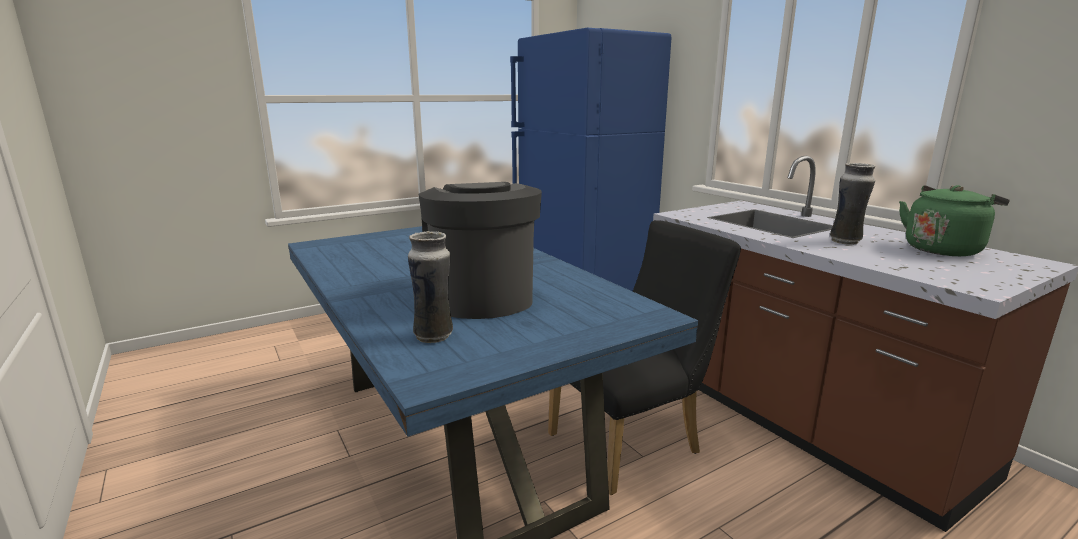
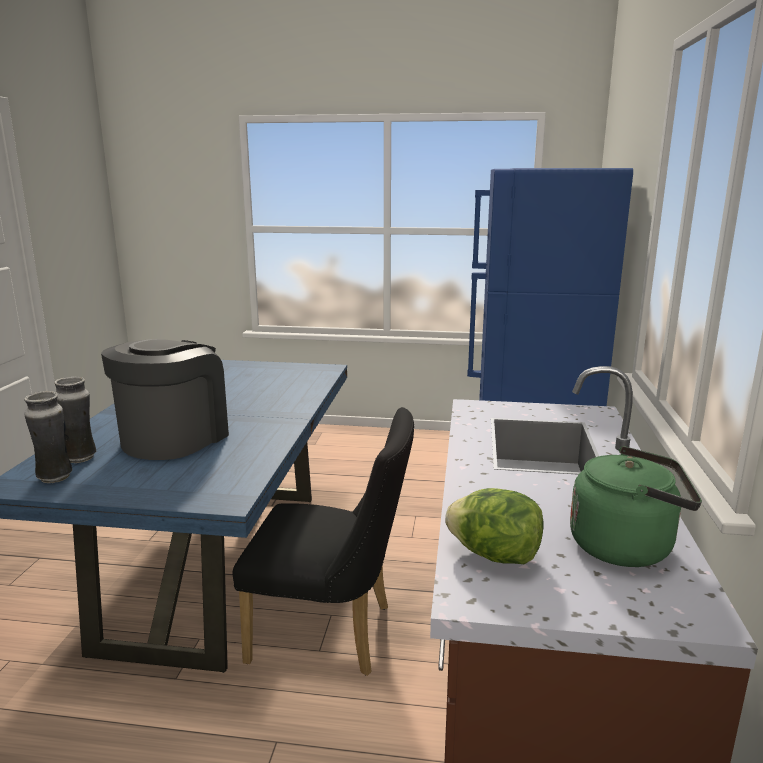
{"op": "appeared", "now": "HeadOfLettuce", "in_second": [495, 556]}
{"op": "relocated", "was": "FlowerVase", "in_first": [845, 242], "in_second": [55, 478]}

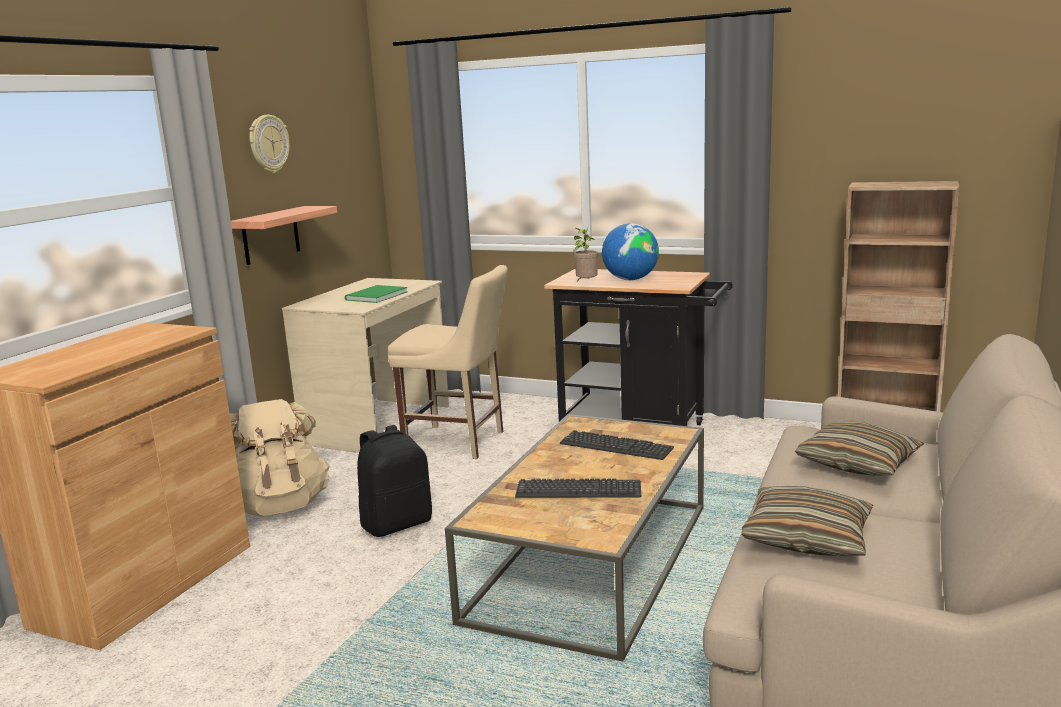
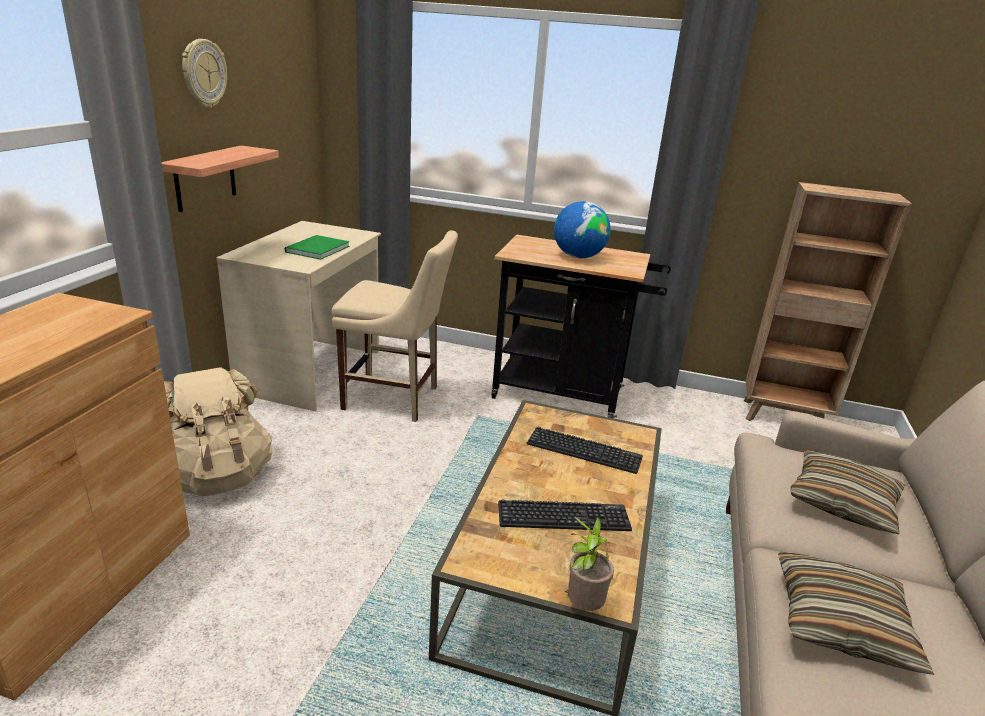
{"op": "missing", "was": "BlackBackpack", "in_first": [397, 524]}
{"op": "relocated", "was": "Houseplant", "in_first": [586, 284], "in_second": [582, 606]}

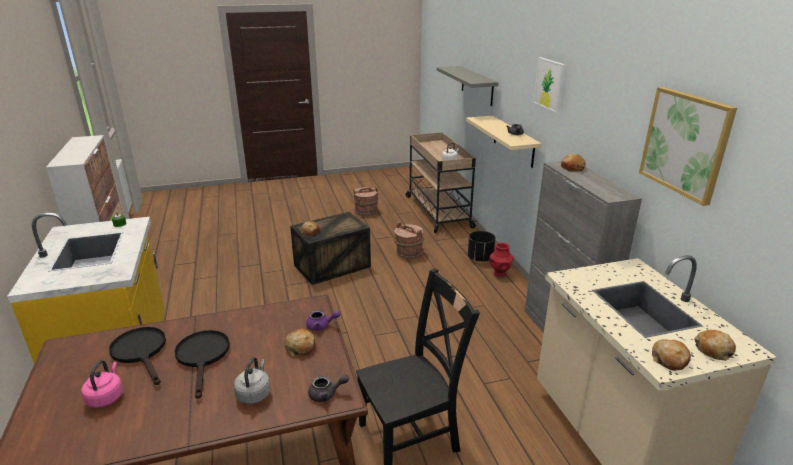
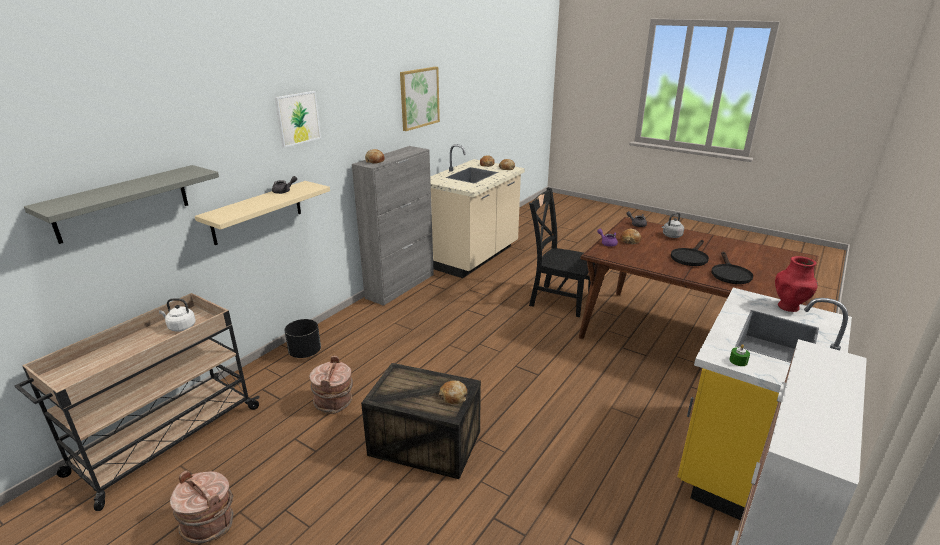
{"op": "missing", "was": "PinkishTeaKettle", "in_first": [106, 397]}
{"op": "relocated", "was": "RedColouredFlowerVase", "in_first": [499, 274], "in_second": [789, 307]}

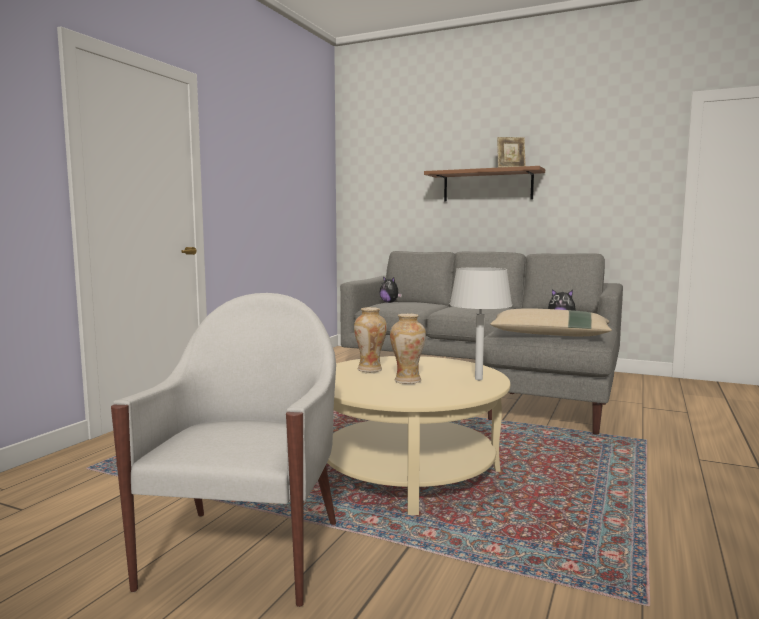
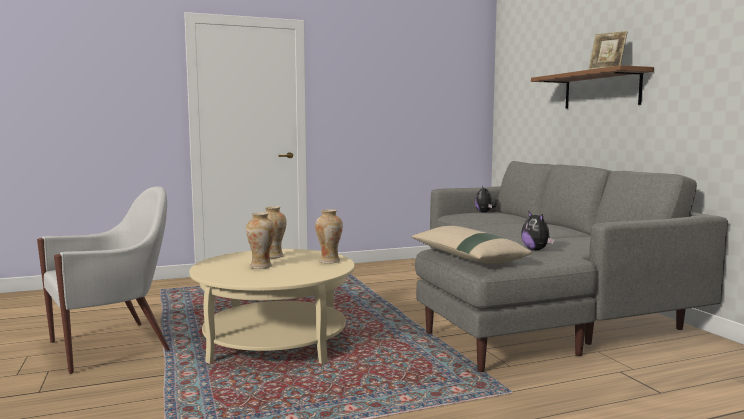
{"op": "missing", "was": "GrayTableLamp", "in_first": [478, 379]}
{"op": "appeared", "now": "FlowerVase", "in_second": [329, 261]}

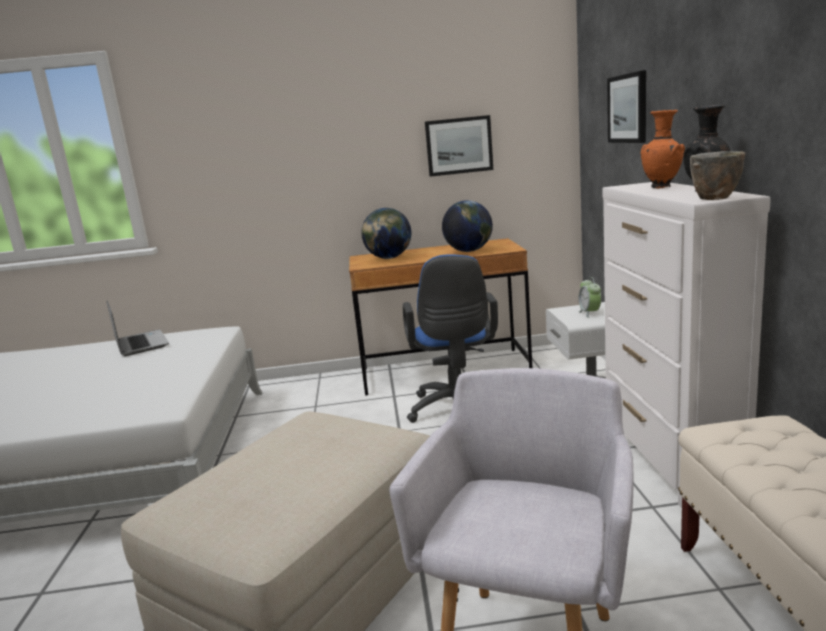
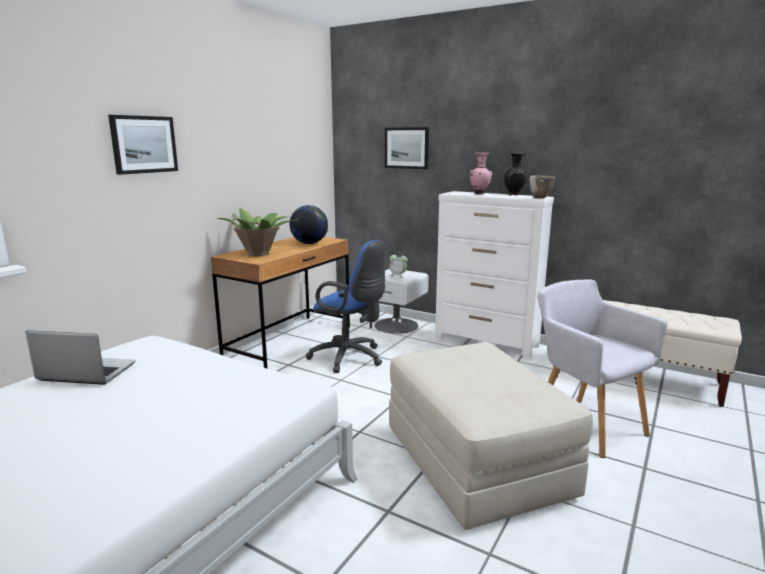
{"op": "relocated", "was": "WallPicture", "in_first": [459, 146], "in_second": [144, 144]}
{"op": "exchanged", "was": "Globe", "now": "Houseplant", "in_first": [389, 258], "in_second": [259, 254]}
{"op": "colour", "was": "OrangeFlowerVase", "now": "PinkishFlowerVase", "in_first": [662, 187], "in_second": [479, 194]}

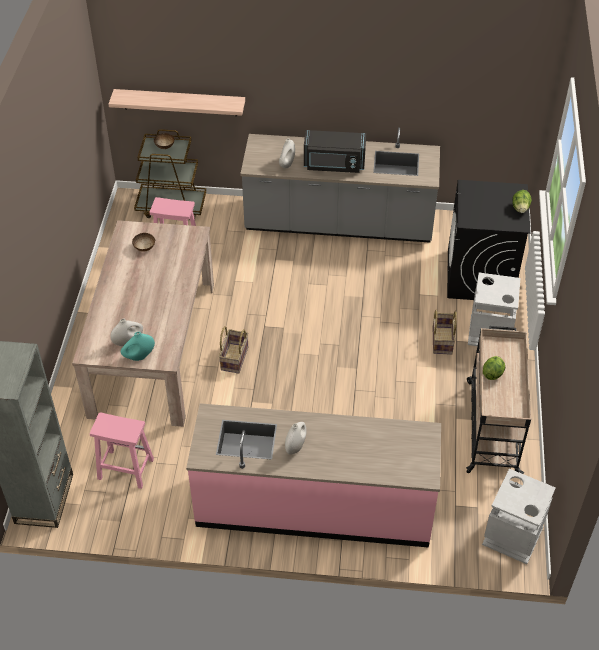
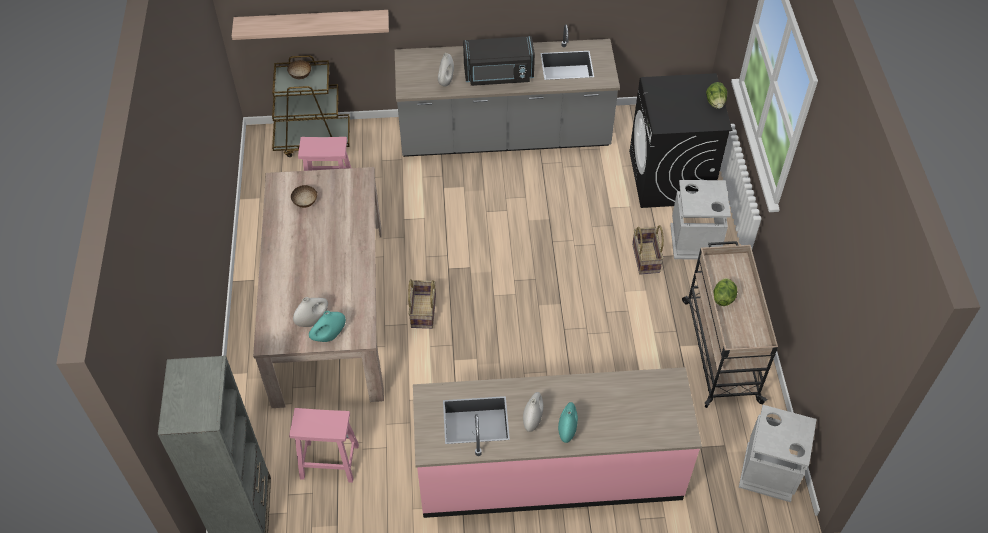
{"op": "appeared", "now": "TurquoiseFlowerVase", "in_second": [567, 430]}

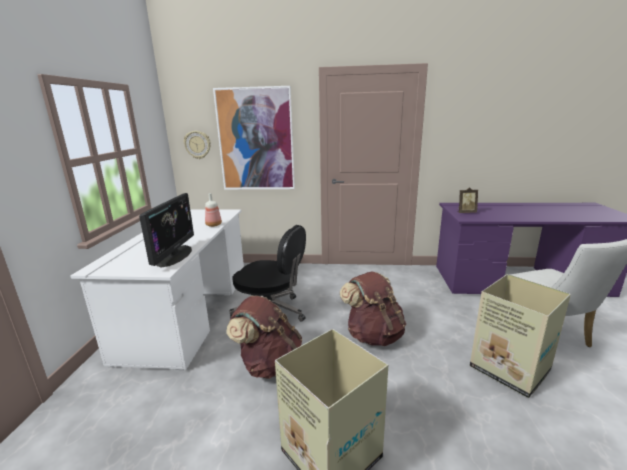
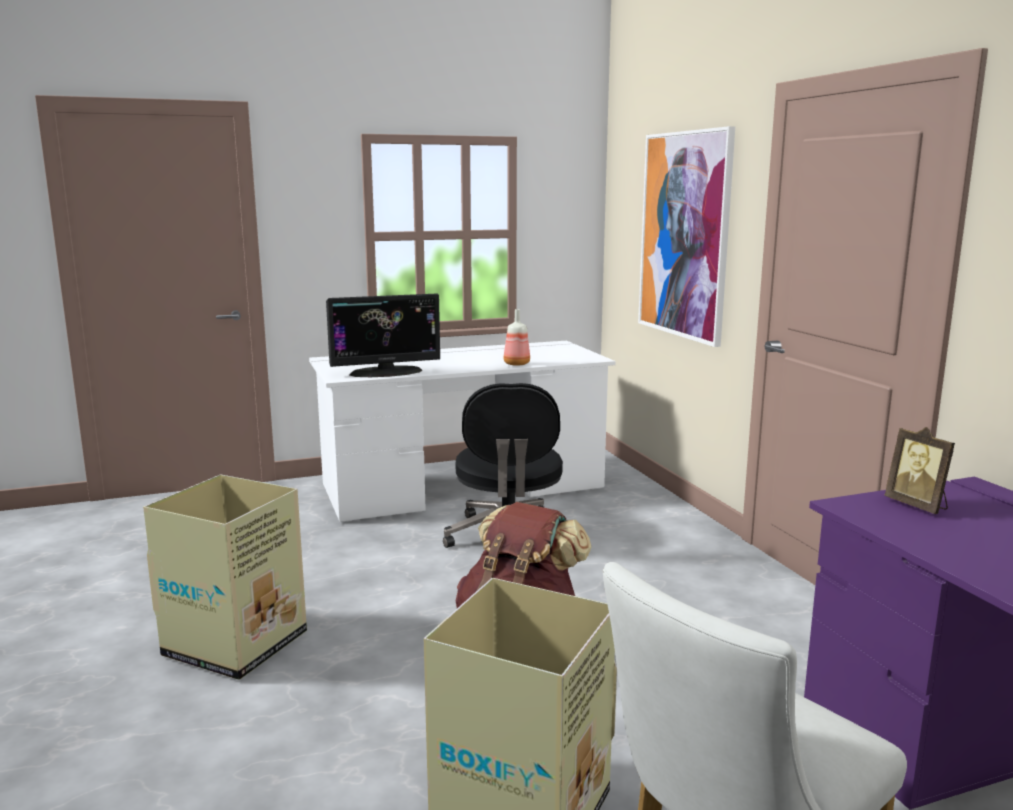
{"op": "missing", "was": "ClockOnTheWall", "in_first": [197, 144]}
{"op": "missing", "was": "BrownBackpack", "in_first": [268, 364]}

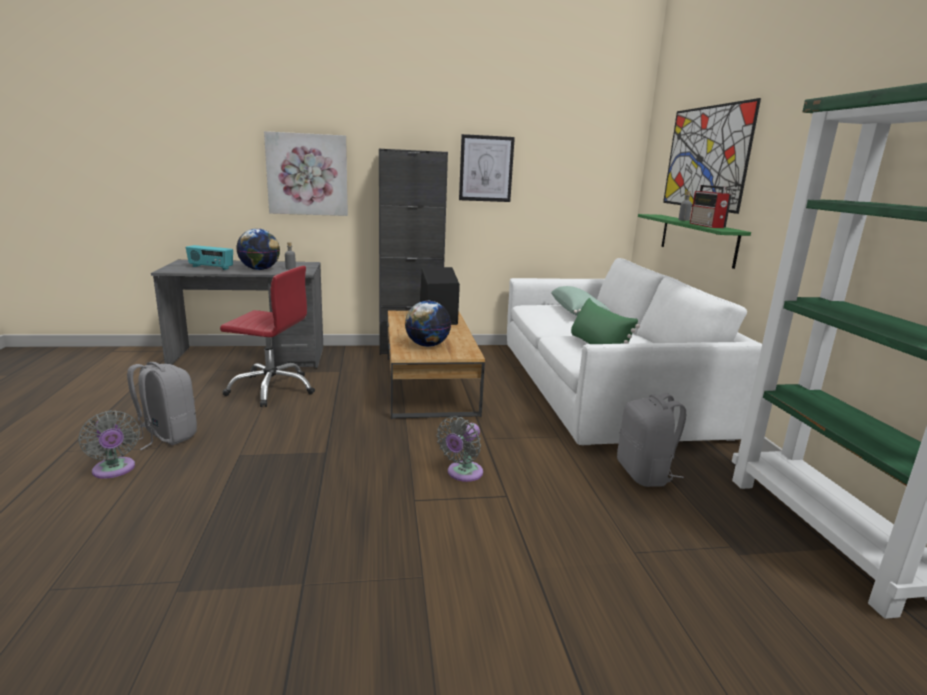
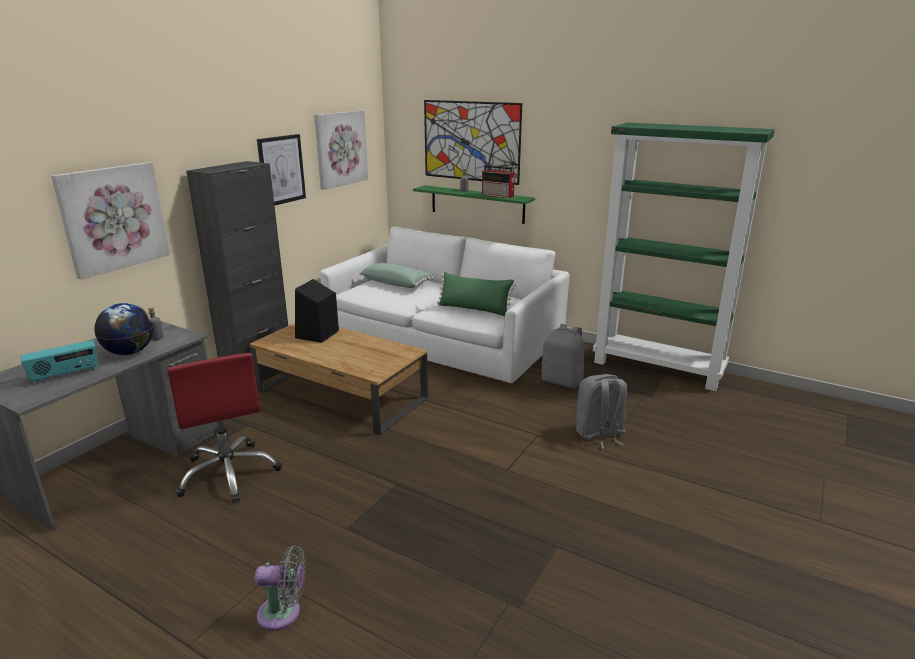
{"op": "missing", "was": "Globe", "in_first": [427, 345]}
{"op": "missing", "was": "GrayElectricFan", "in_first": [462, 473]}
{"op": "appeared", "now": "WallPicture", "in_second": [340, 149]}
{"op": "relocated", "was": "GrayBackpack", "in_first": [166, 436], "in_second": [599, 434]}
{"op": "spun", "was": "RedColouredOfficeChair", "in_first": [272, 389], "in_second": [229, 473], "clockwise": 105}

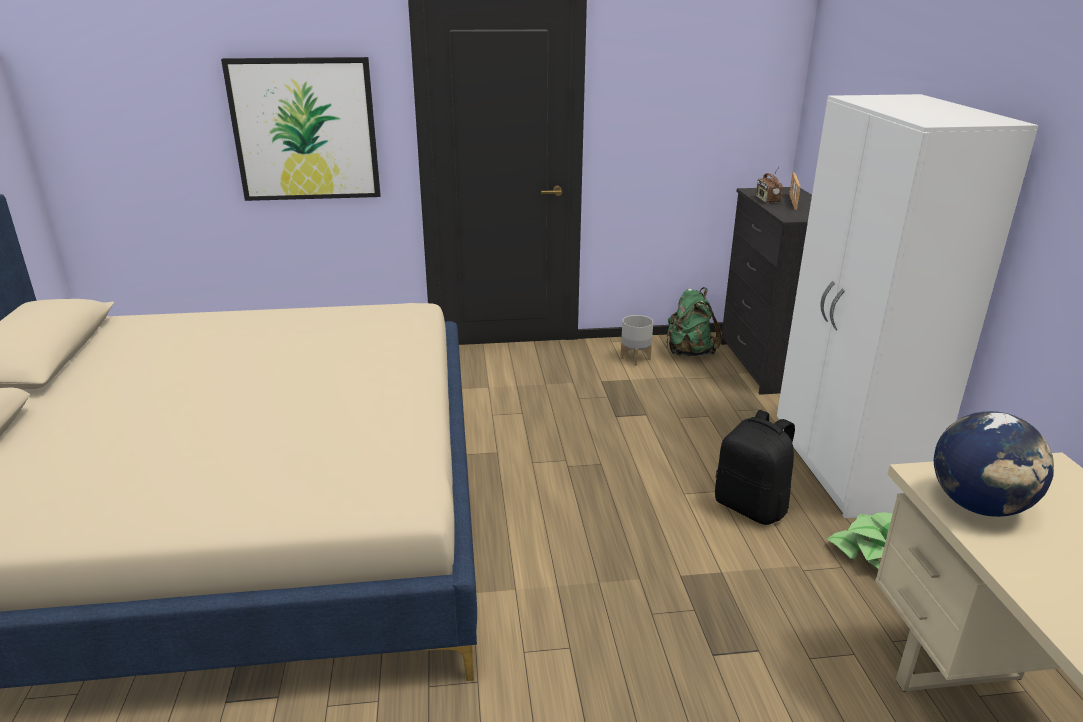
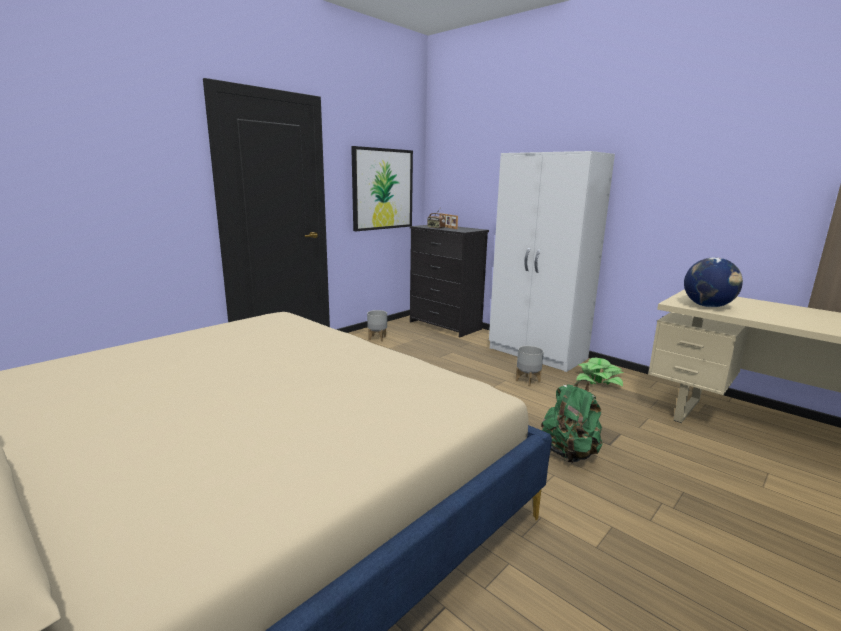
{"op": "relocated", "was": "WallPicture", "in_first": [305, 130], "in_second": [382, 189]}
{"op": "relocated", "was": "GreenishBackpack", "in_first": [689, 353], "in_second": [569, 453]}
{"op": "exchanged", "was": "BlackBackpack", "now": "GrayFlowerPot", "in_first": [751, 507], "in_second": [528, 381]}

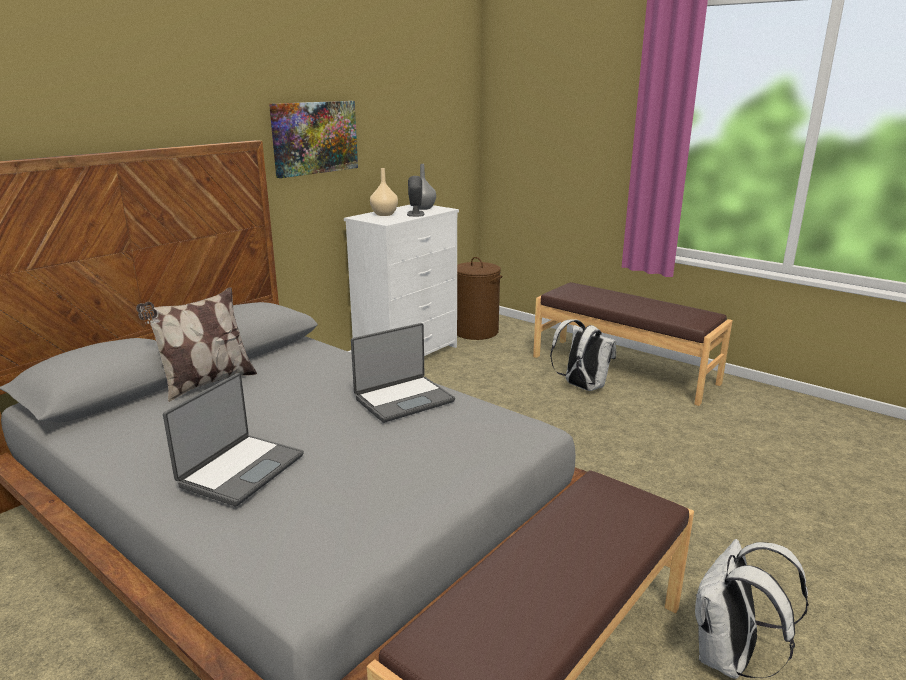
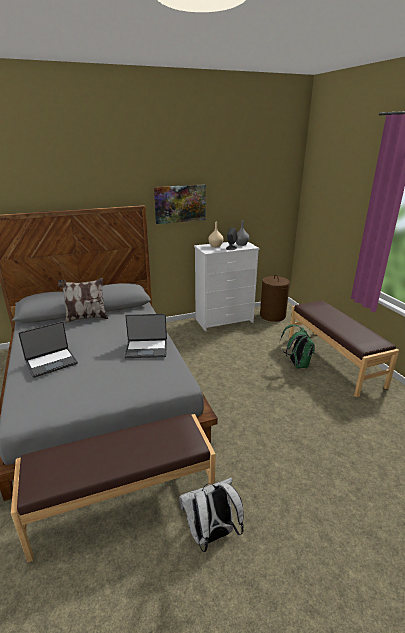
{"op": "colour", "was": "WhiteColouredBackpack", "now": "GreenishBackpack", "in_first": [581, 387], "in_second": [296, 364]}

